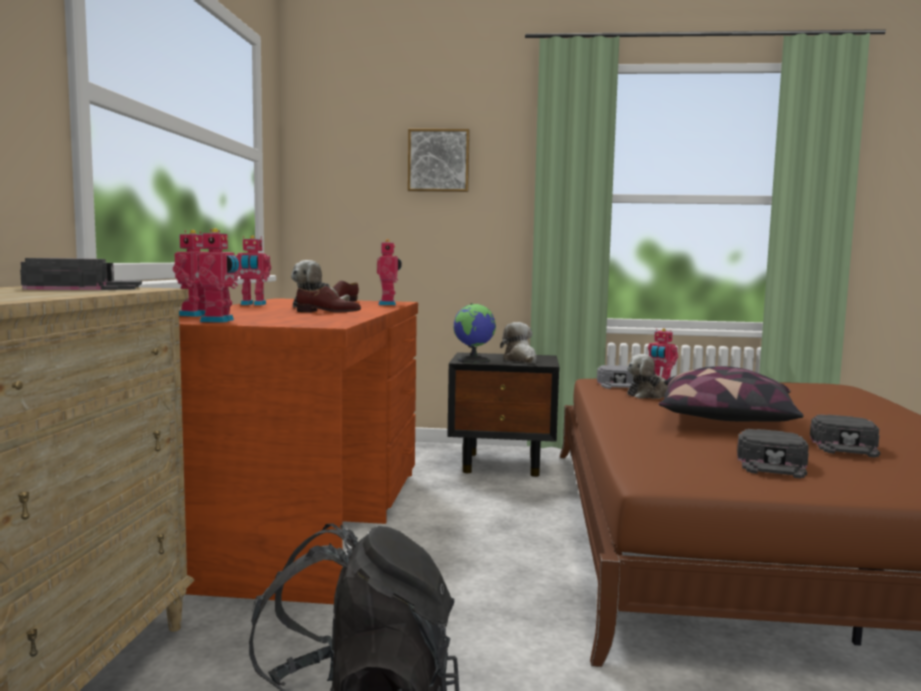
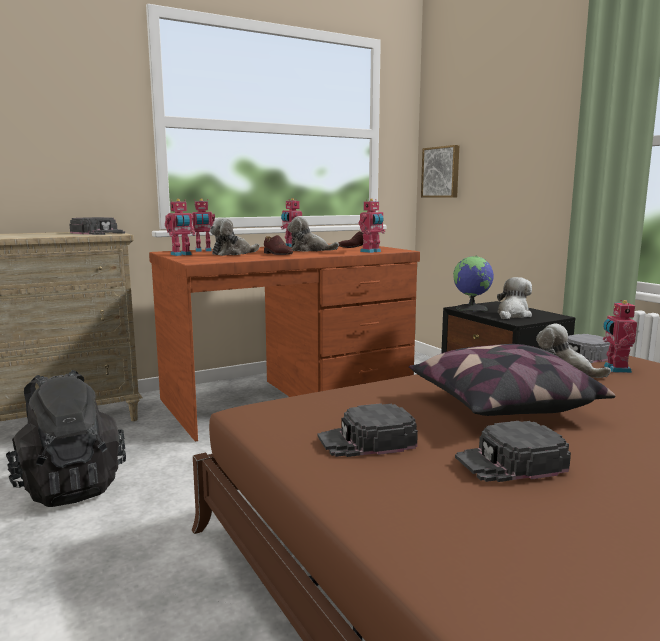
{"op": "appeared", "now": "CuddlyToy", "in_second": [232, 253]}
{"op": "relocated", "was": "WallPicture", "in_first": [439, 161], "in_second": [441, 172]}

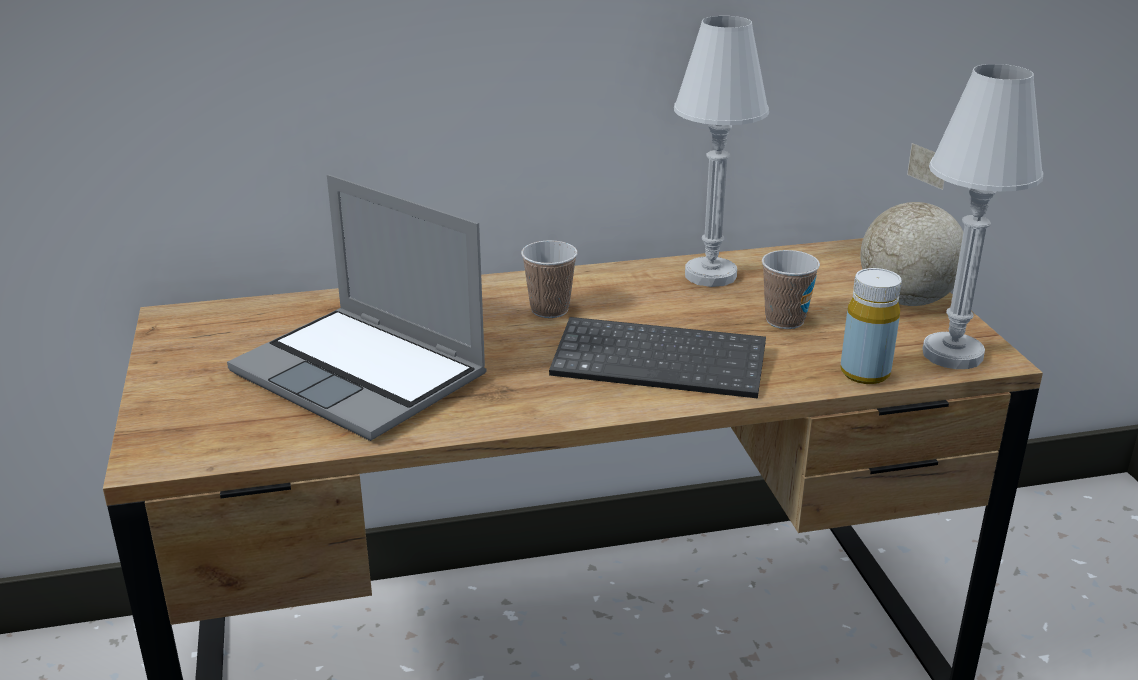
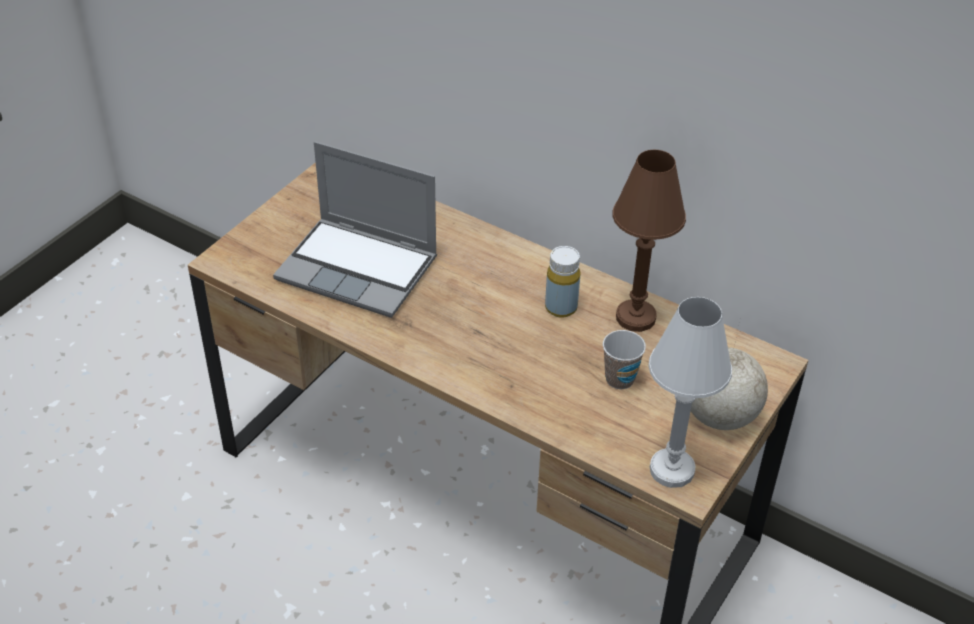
{"op": "missing", "was": "SmallCup", "in_first": [549, 310]}
{"op": "missing", "was": "PcKeyboard", "in_first": [662, 361]}
{"op": "relocated", "was": "YellowDrinkBottle", "in_first": [865, 373], "in_second": [561, 307]}
{"op": "colour", "was": "WhiteColouredTableLamp", "now": "BrownTableLamp", "in_first": [710, 275], "in_second": [635, 317]}
{"op": "spun", "was": "NotebookComputer", "in_first": [363, 375], "in_second": [360, 269], "clockwise": -60}

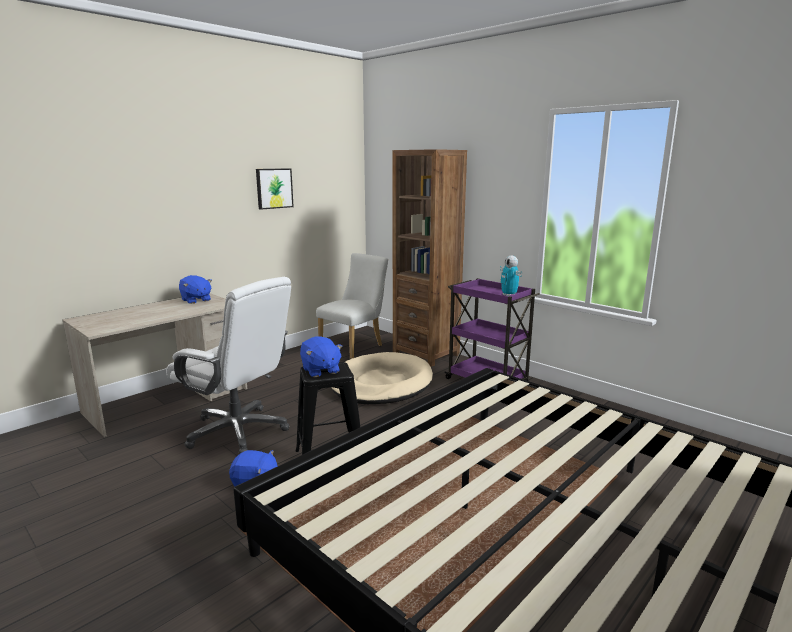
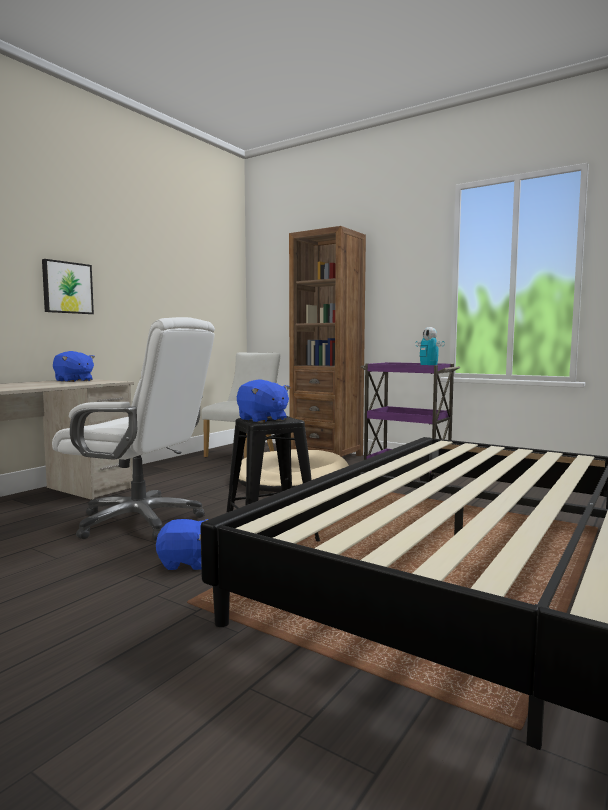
{"op": "relocated", "was": "WallPicture", "in_first": [274, 188], "in_second": [67, 287]}

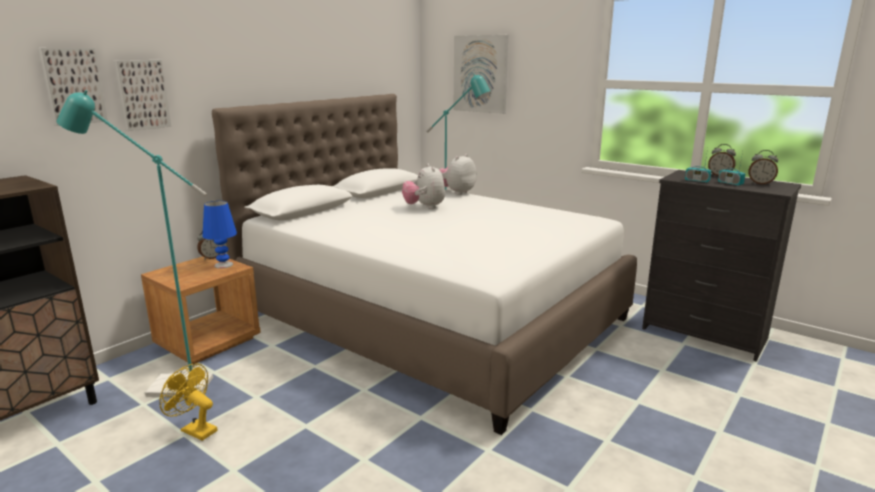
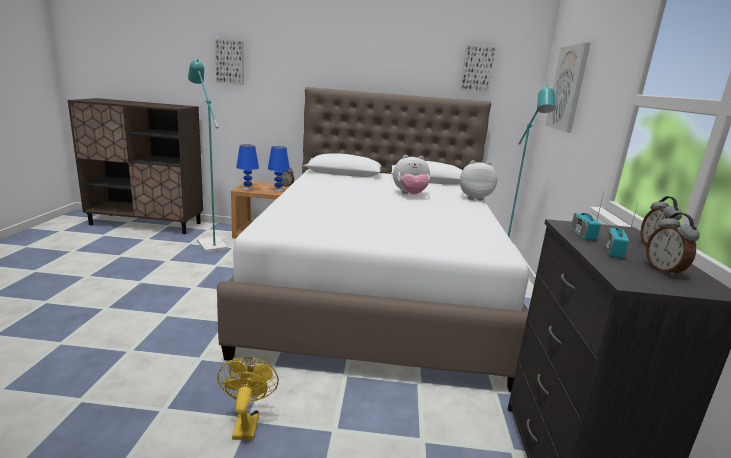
{"op": "appeared", "now": "BlueTableLamp", "in_second": [247, 189]}
{"op": "relocated", "was": "WallPicture", "in_first": [142, 94], "in_second": [477, 69]}
{"op": "relocated", "was": "YellowElectricFan", "in_first": [194, 430], "in_second": [246, 422]}
{"op": "spun", "was": "CuddlyToy", "in_first": [424, 207], "in_second": [410, 195], "clockwise": -135}

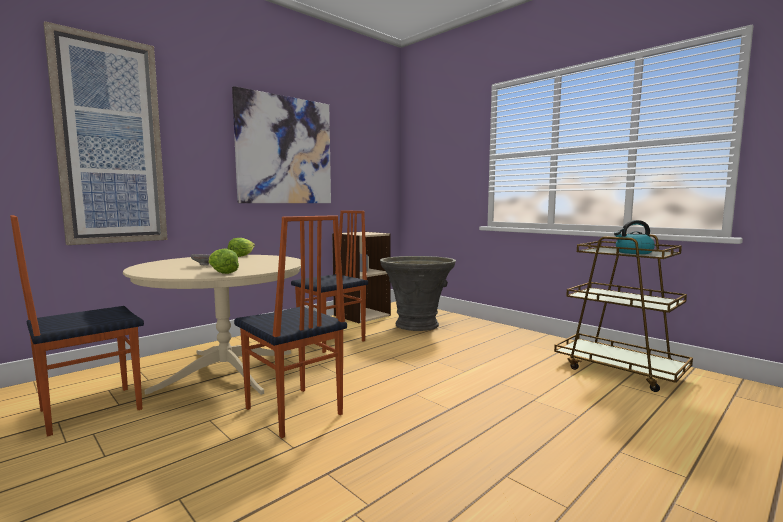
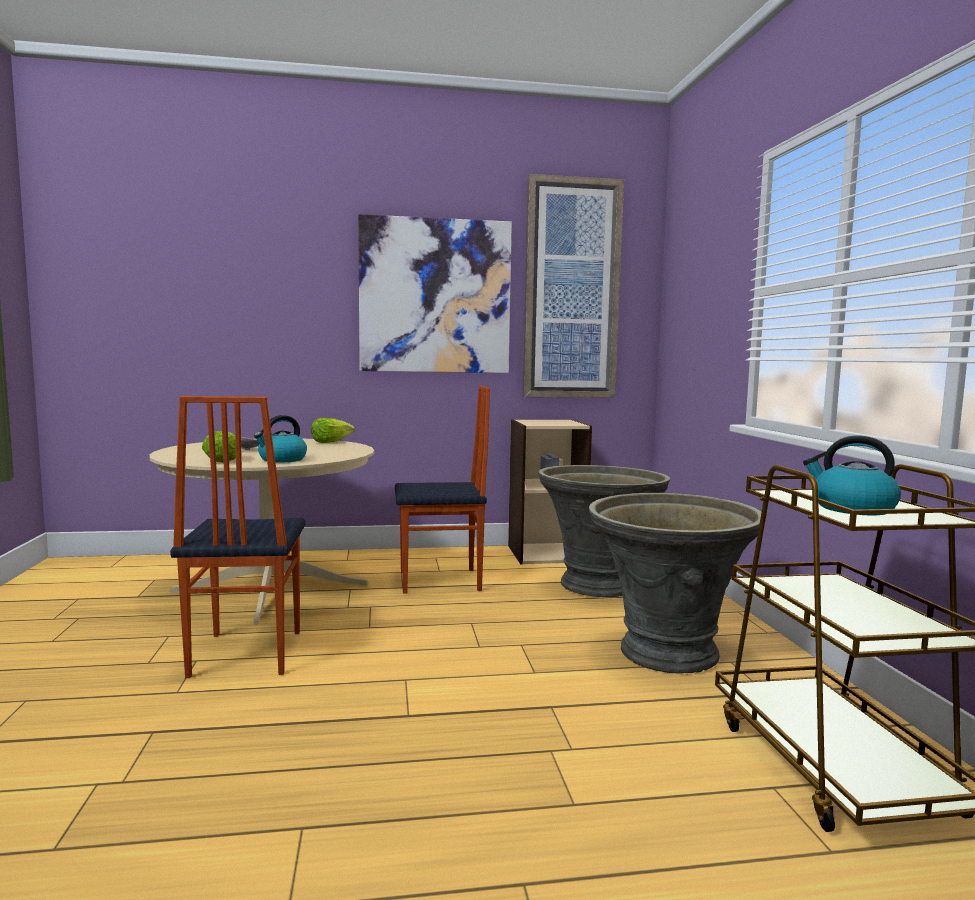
{"op": "missing", "was": "UprightChair", "in_first": [90, 409]}
{"op": "appeared", "now": "TeaKettle", "in_second": [282, 460]}
{"op": "appeared", "now": "GrayFlowerPot", "in_second": [666, 653]}
{"op": "relocated", "was": "WallPicture", "in_first": [110, 142], "in_second": [571, 290]}

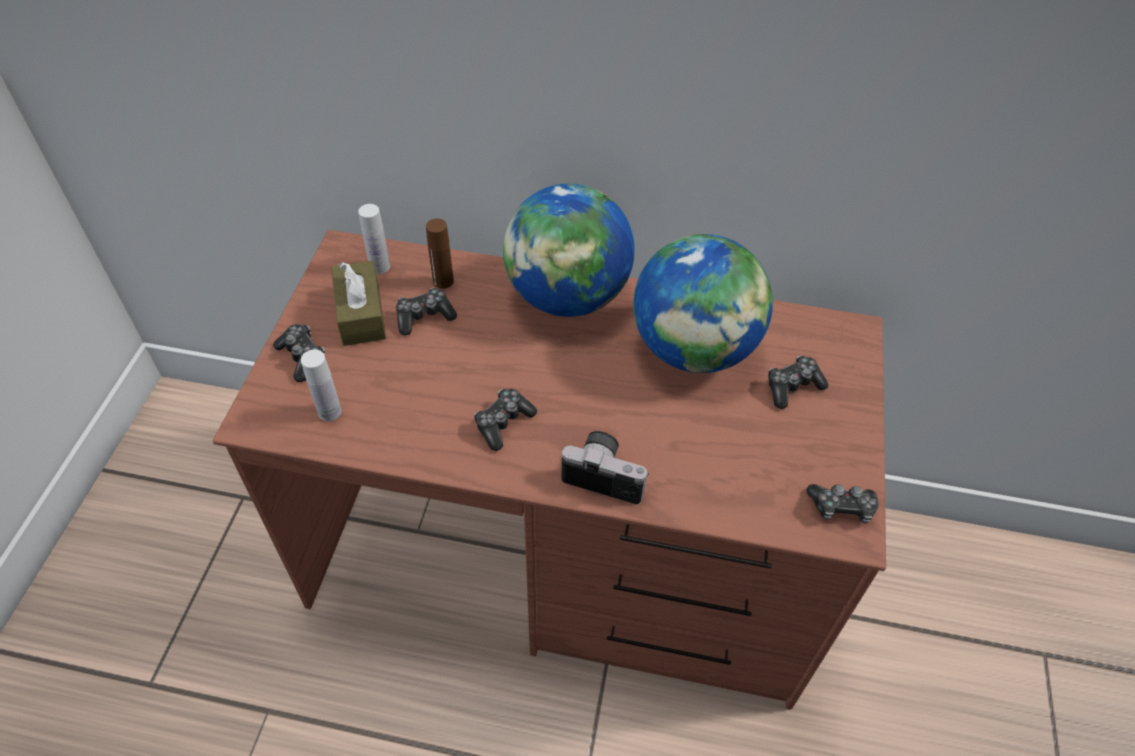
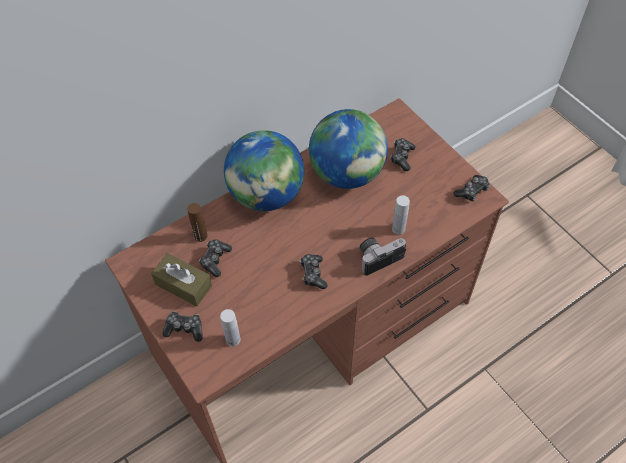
{"op": "relocated", "was": "WhiteColouredDrinkBottle", "in_first": [380, 266], "in_second": [398, 229]}

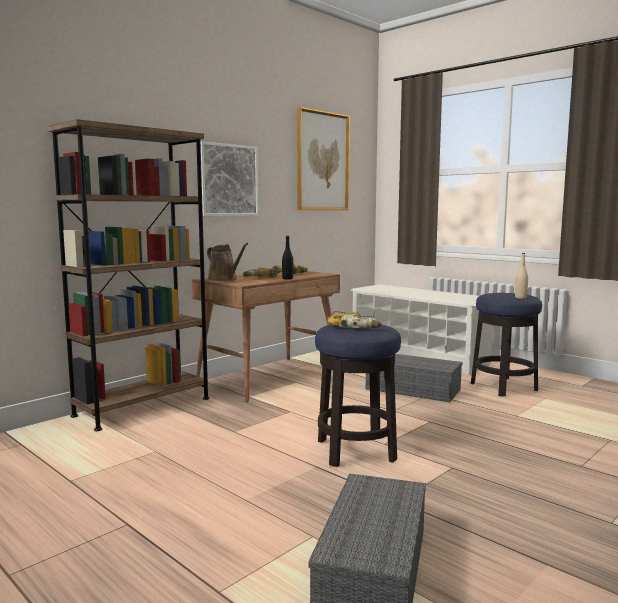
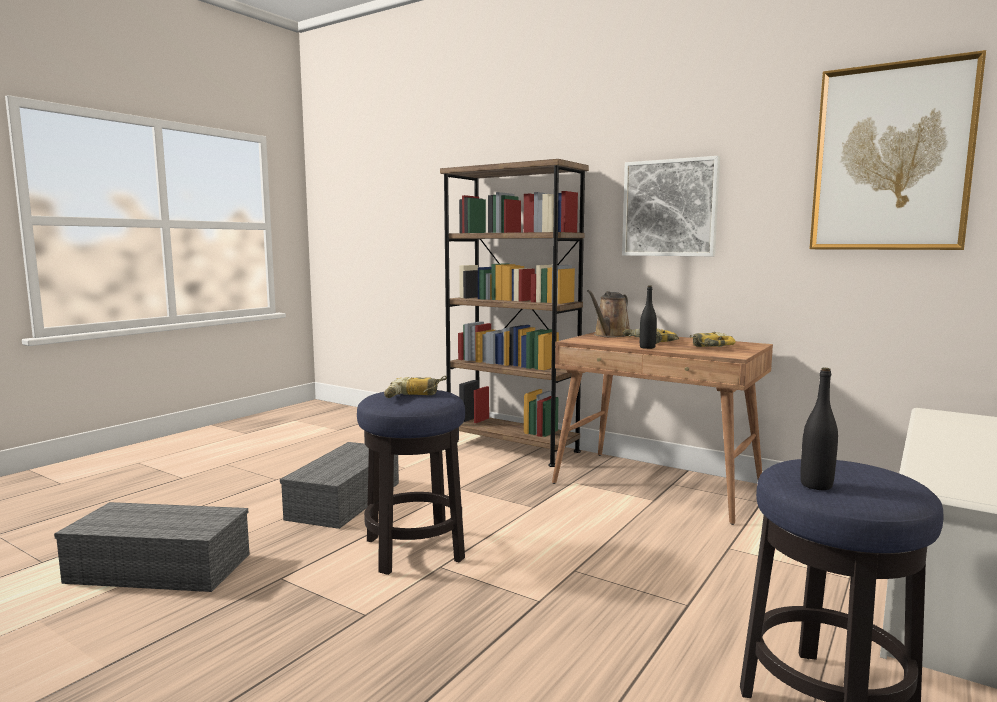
{"op": "relocated", "was": "GrayStorageContainer", "in_first": [414, 389], "in_second": [345, 501]}
{"op": "colour", "was": "BeigeColouredDrinkBottle", "now": "BlackDrinkBottle", "in_first": [520, 297], "in_second": [816, 485]}

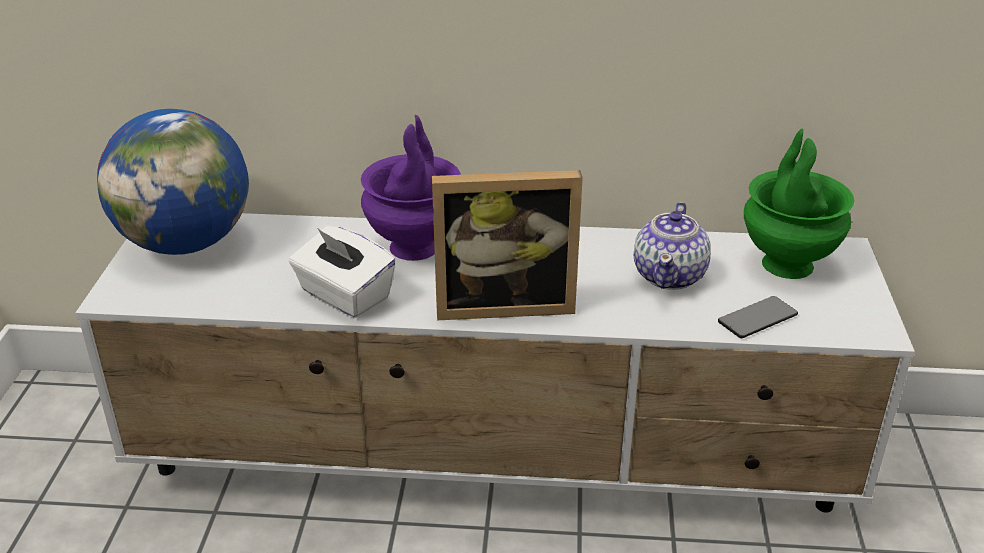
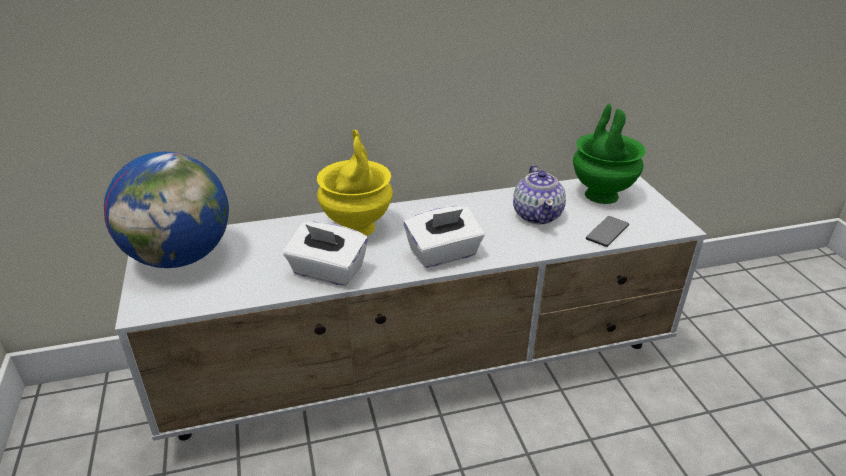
{"op": "exchanged", "was": "PhotoFrame", "now": "WhiteColouredTissueBox", "in_first": [504, 303], "in_second": [443, 254]}
{"op": "colour", "was": "PurpleColouredFlowerVase", "now": "YellowFlowerVase", "in_first": [414, 248], "in_second": [357, 228]}

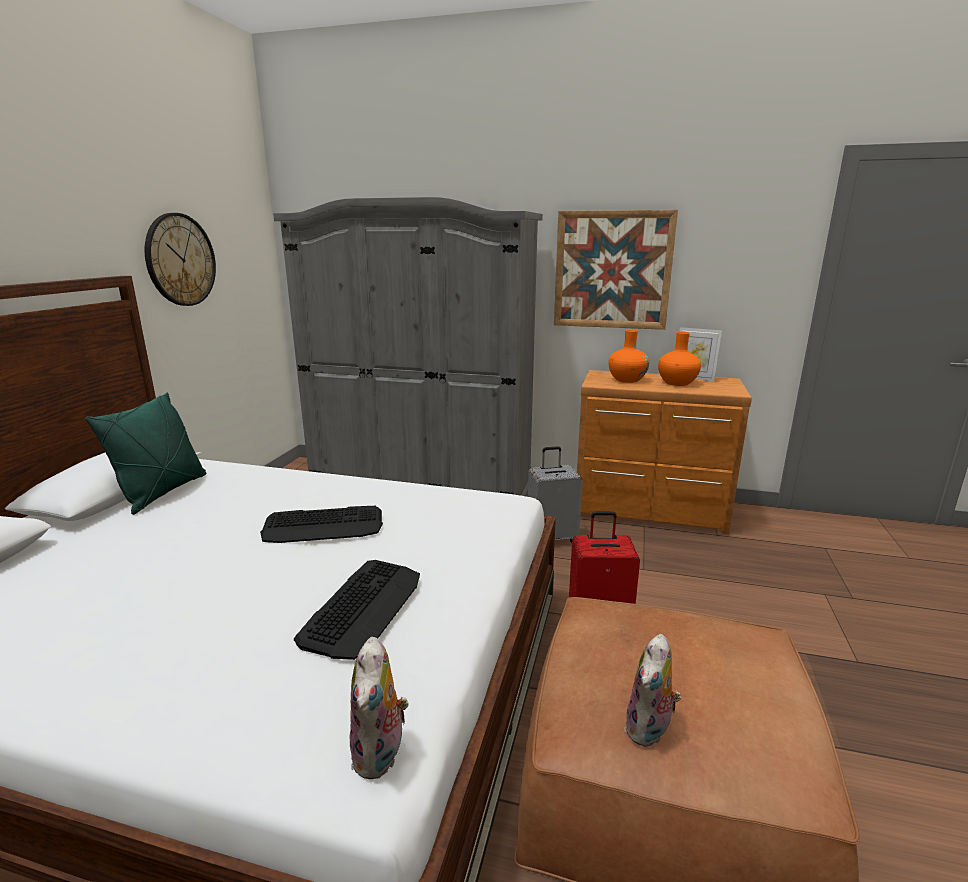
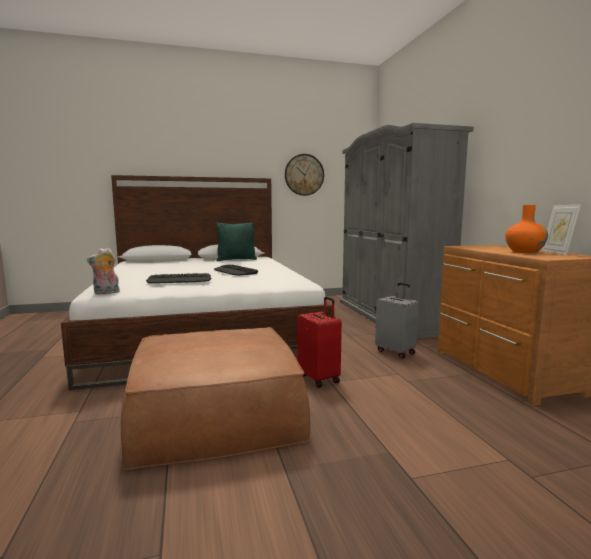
{"op": "missing", "was": "WallPicture", "in_first": [612, 270]}
{"op": "missing", "was": "OrangeFlowerVase", "in_first": [627, 380]}
{"op": "missing", "was": "CuddlyToy", "in_first": [649, 730]}

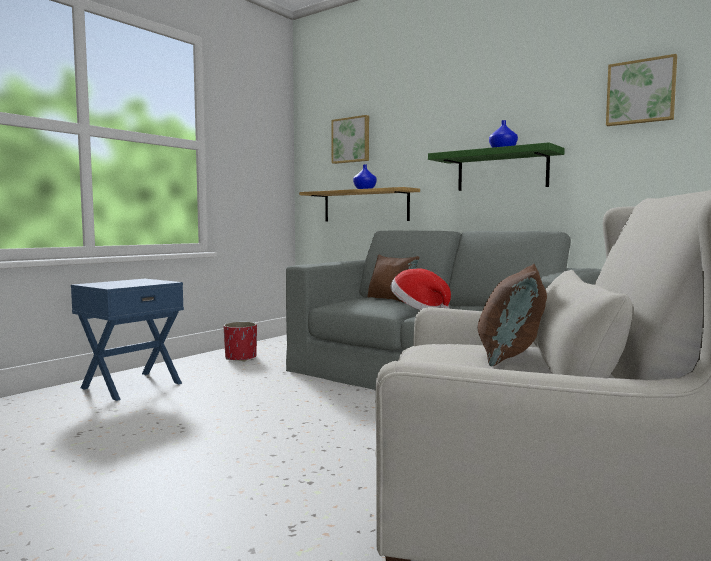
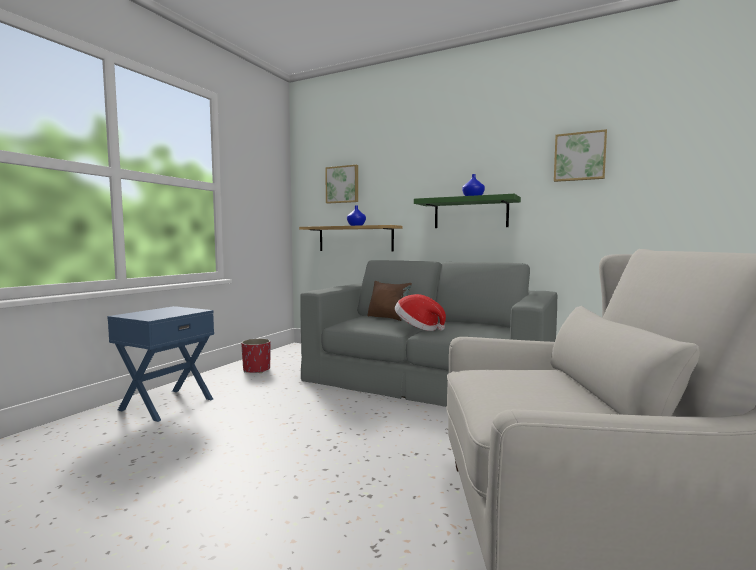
{"op": "missing", "was": "BrownPillow", "in_first": [511, 356]}

